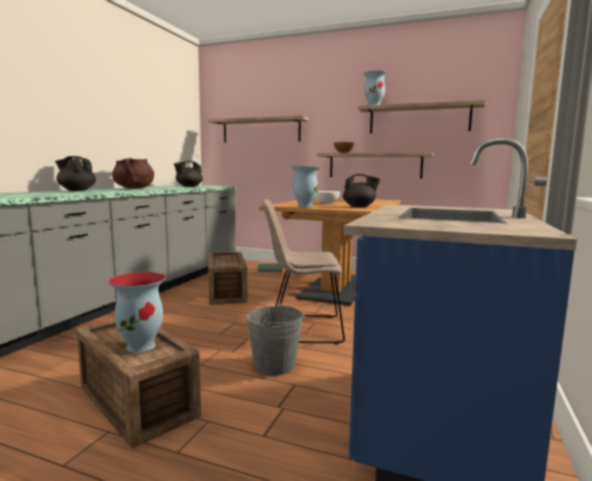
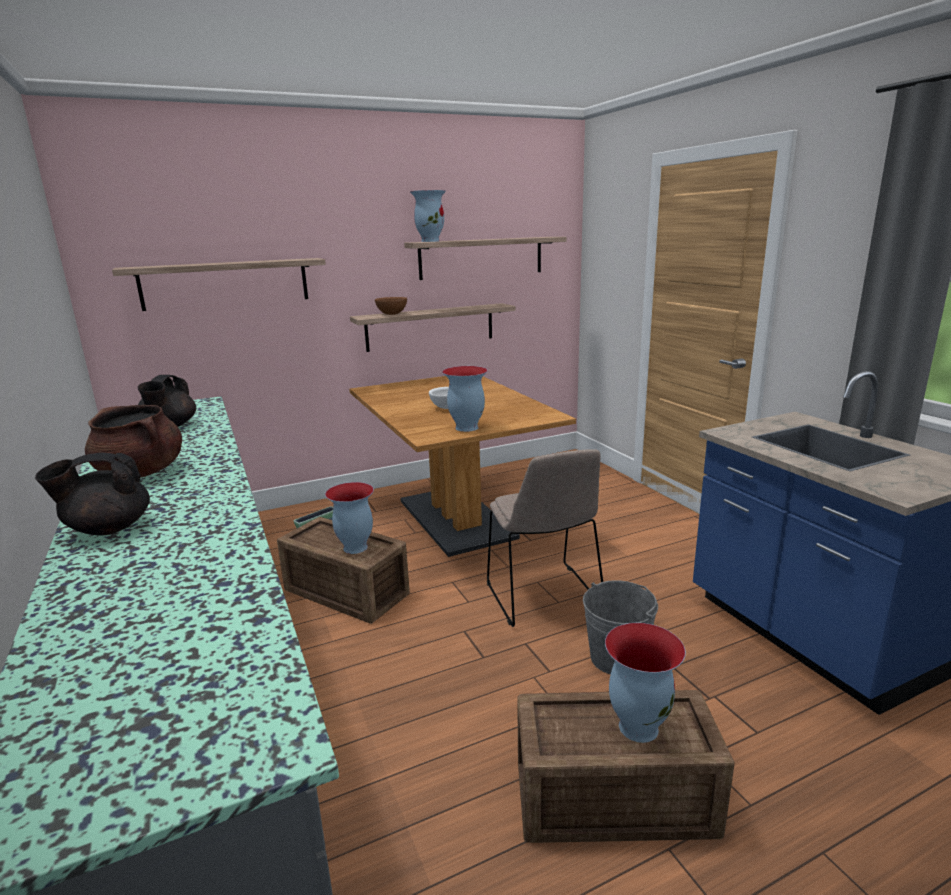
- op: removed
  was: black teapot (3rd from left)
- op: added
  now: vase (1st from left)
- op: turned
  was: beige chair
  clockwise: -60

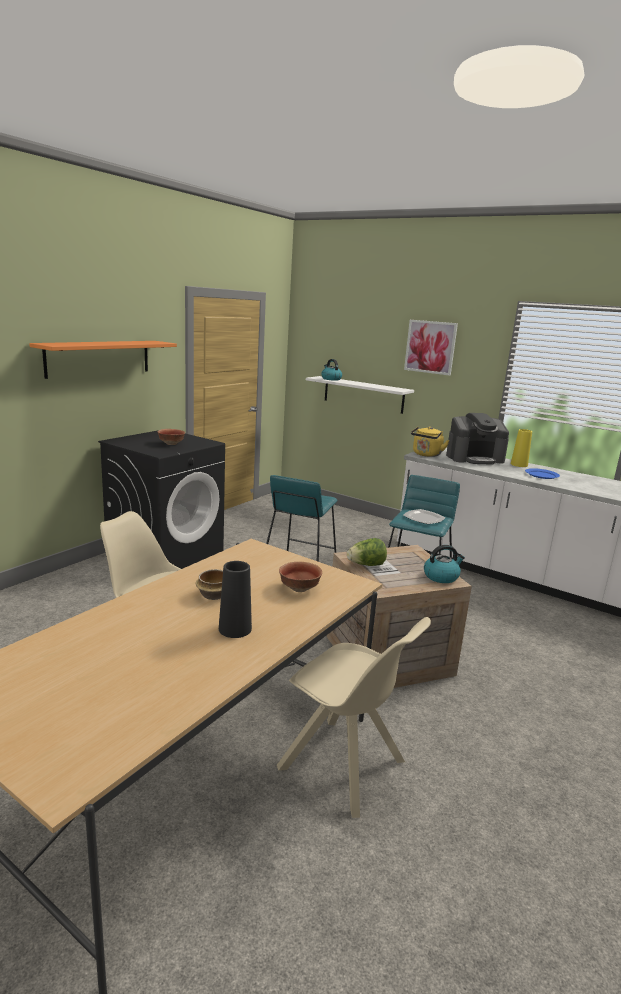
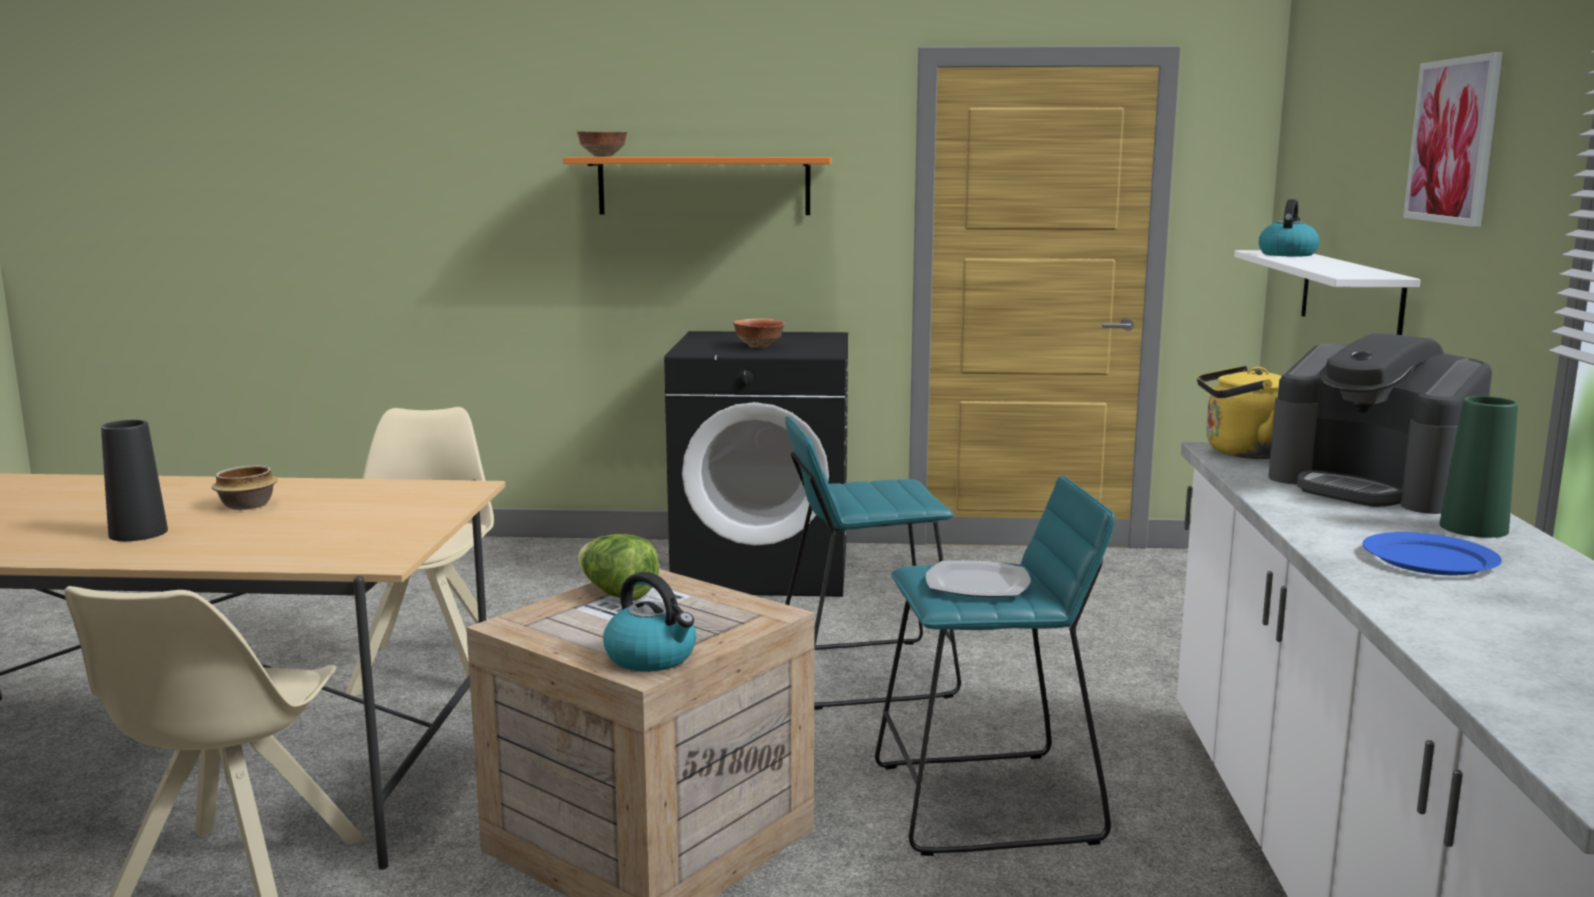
- op: moved
  was: bowl (3rd from left in the first image)
  now: bowl (2nd from left)
- op: recoloured
  was: yellow vase
  now: green vase

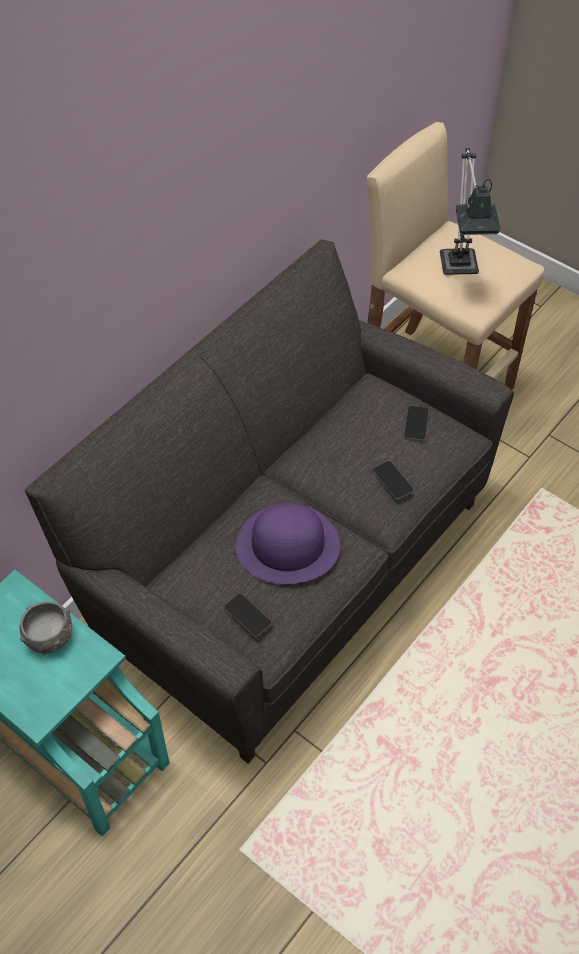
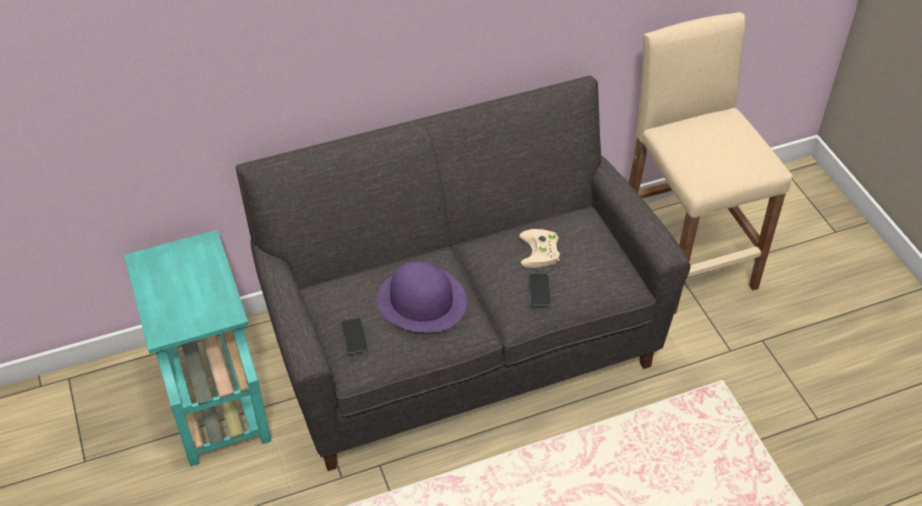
- op: removed
  was: grey bowl
- op: removed
  was: phone (3rd from left)
- op: removed
  was: table lamp
- op: added
  now: beige game controller

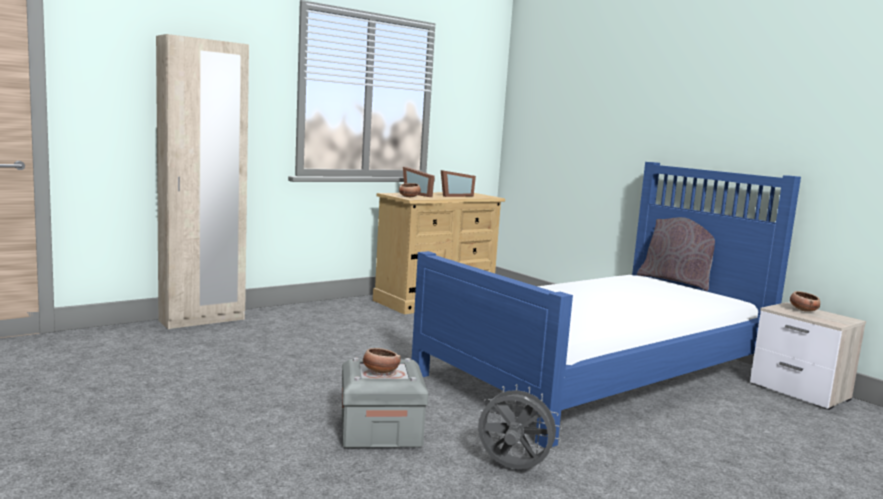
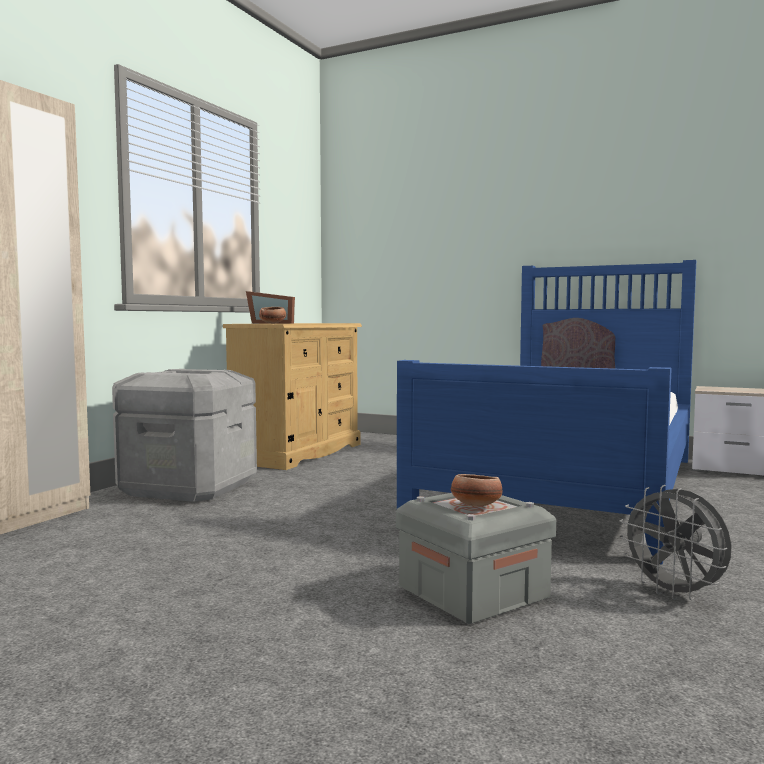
- op: removed
  was: picture frame (2nd from left)
- op: removed
  was: bowl (3rd from left)
- op: added
  now: grey storage box (1st from left)
- op: turned
  was: grey fan
  clockwise: -120

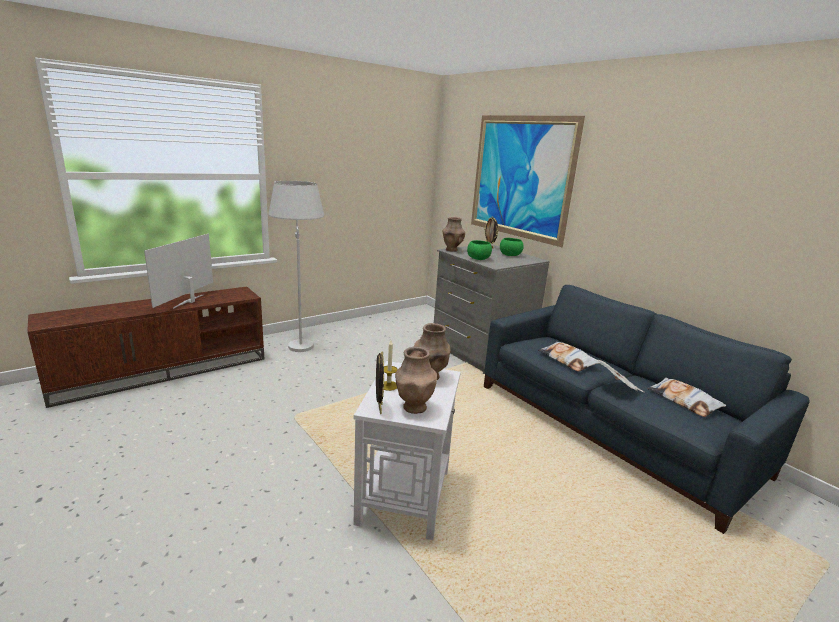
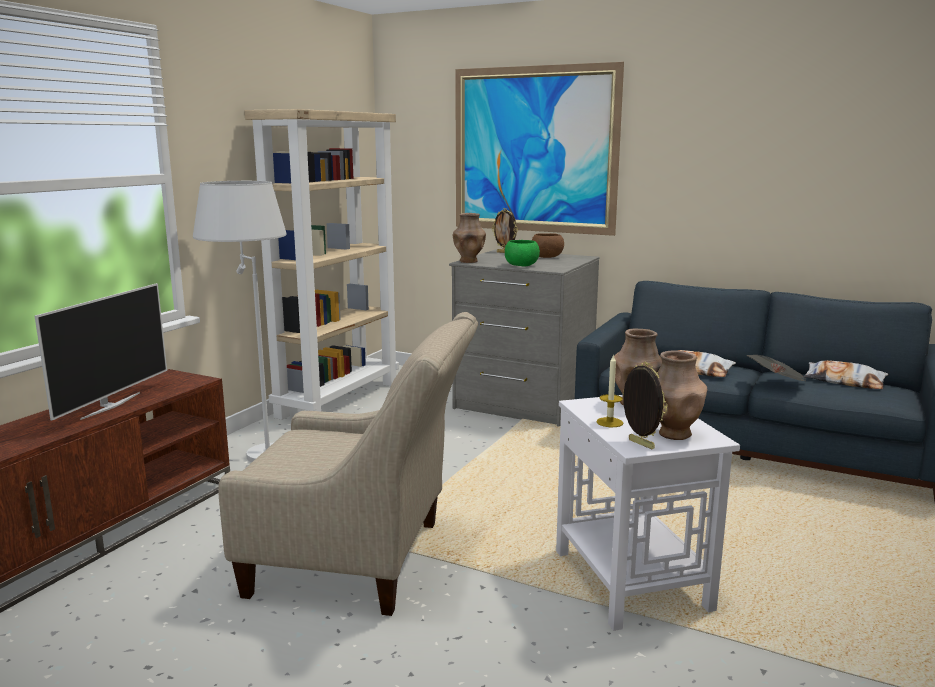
- op: added
  now: beige armchair
- op: added
  now: beige bookcase
- op: recoloured
  was: green bowl (2nd from left)
  now: brown bowl
- op: turned
  was: television
  clockwise: -150

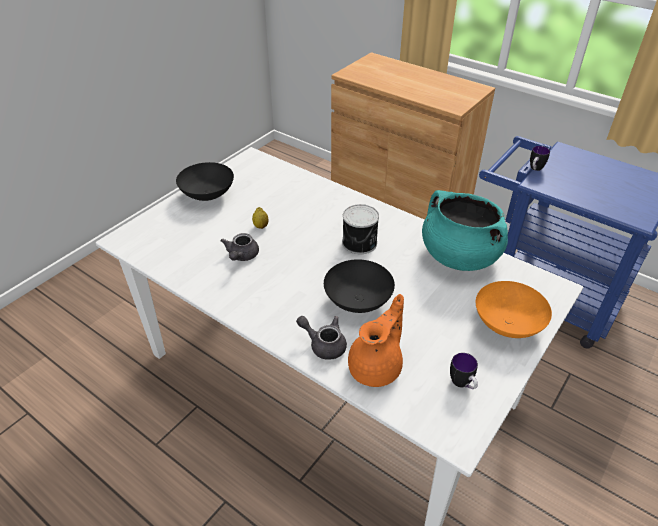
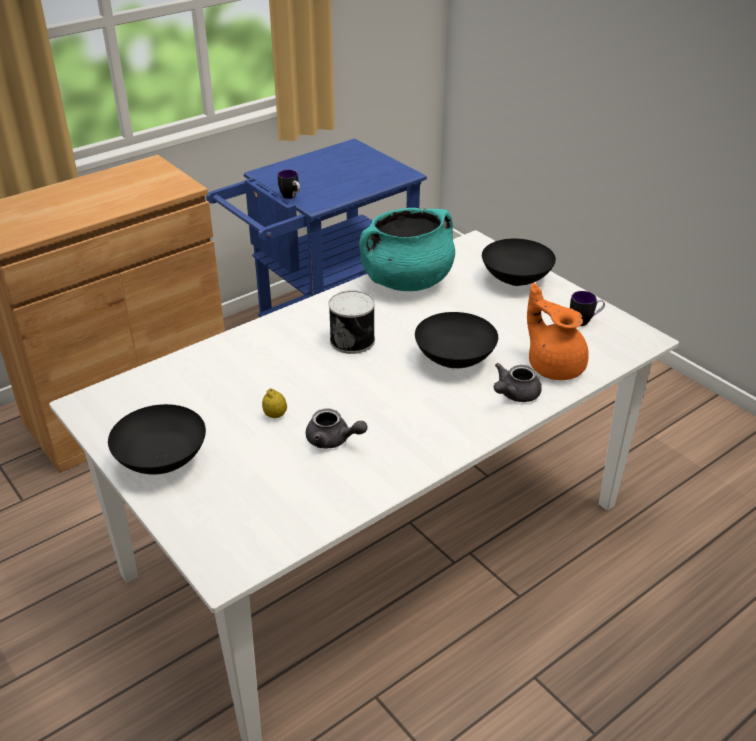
- op: recoloured
  was: orange bowl
  now: black bowl (3rd from left)

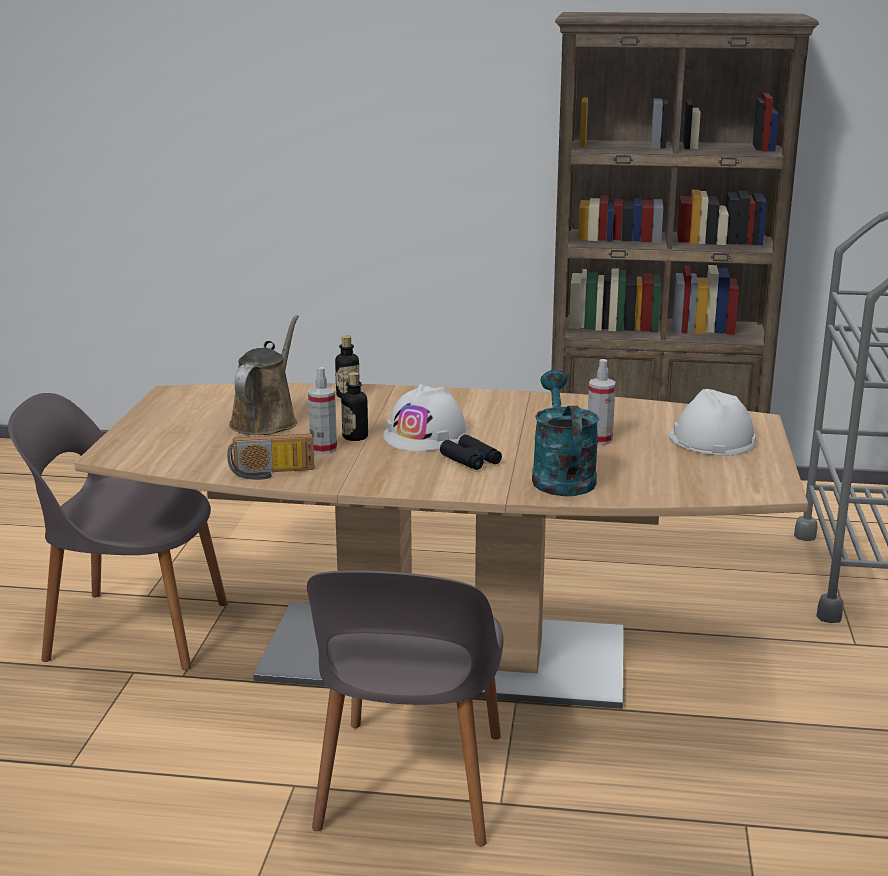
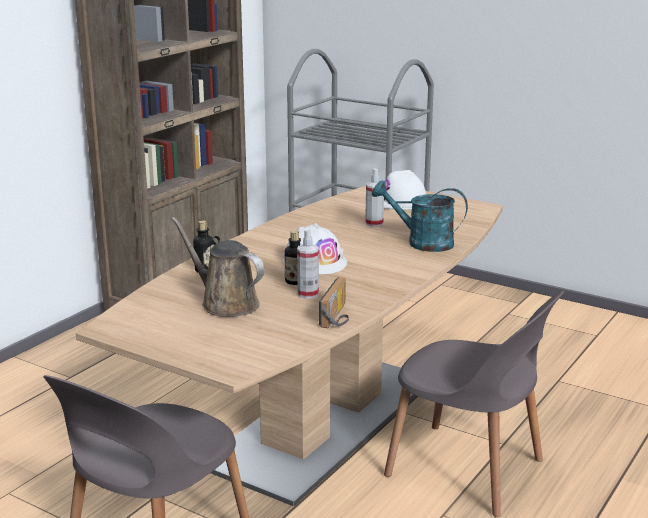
- op: removed
  was: black binoculars

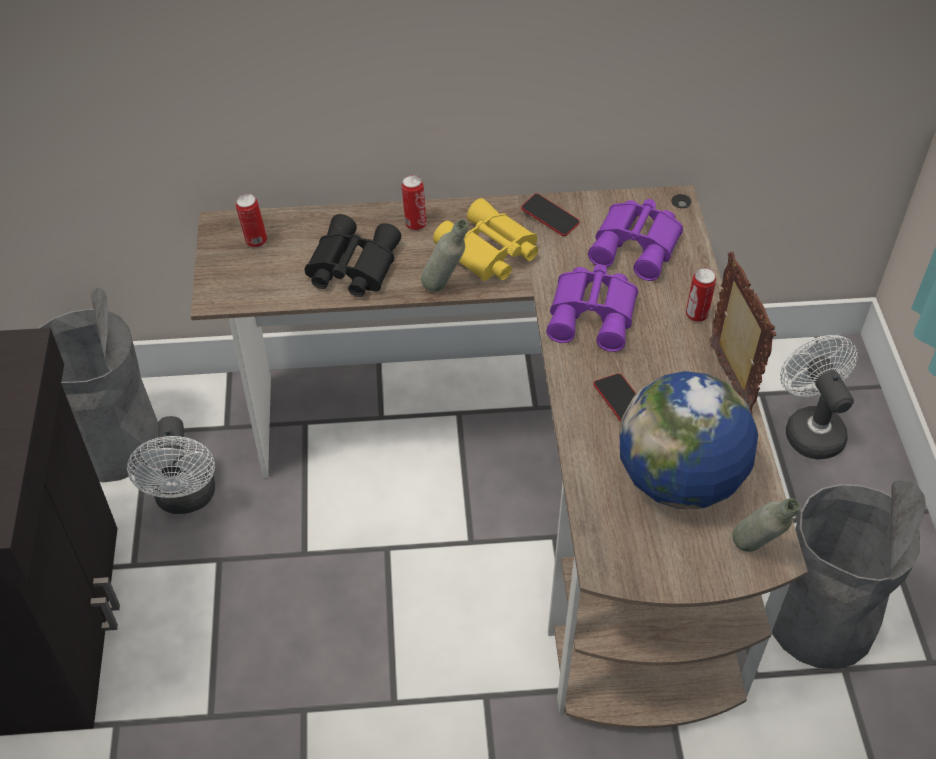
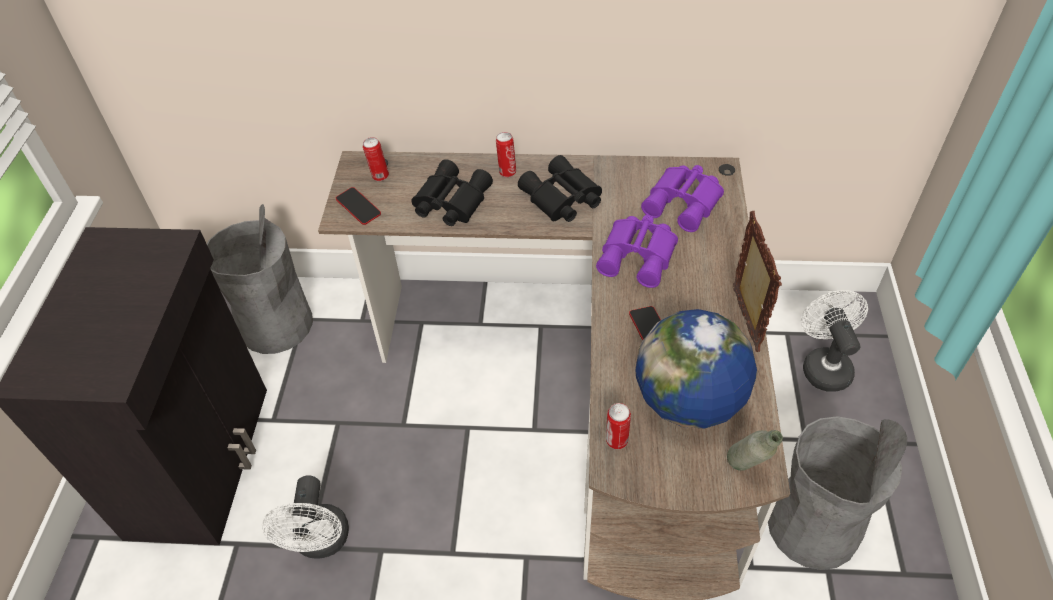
- op: removed
  was: grey bottle (1st from left)
- op: moved
  was: white fan (1st from left)
- op: moved
  was: phone (1st from left)
- op: moved
  was: can (3rd from left)
- op: recoloured
  was: yellow binoculars
  now: black binoculars (2nd from left)

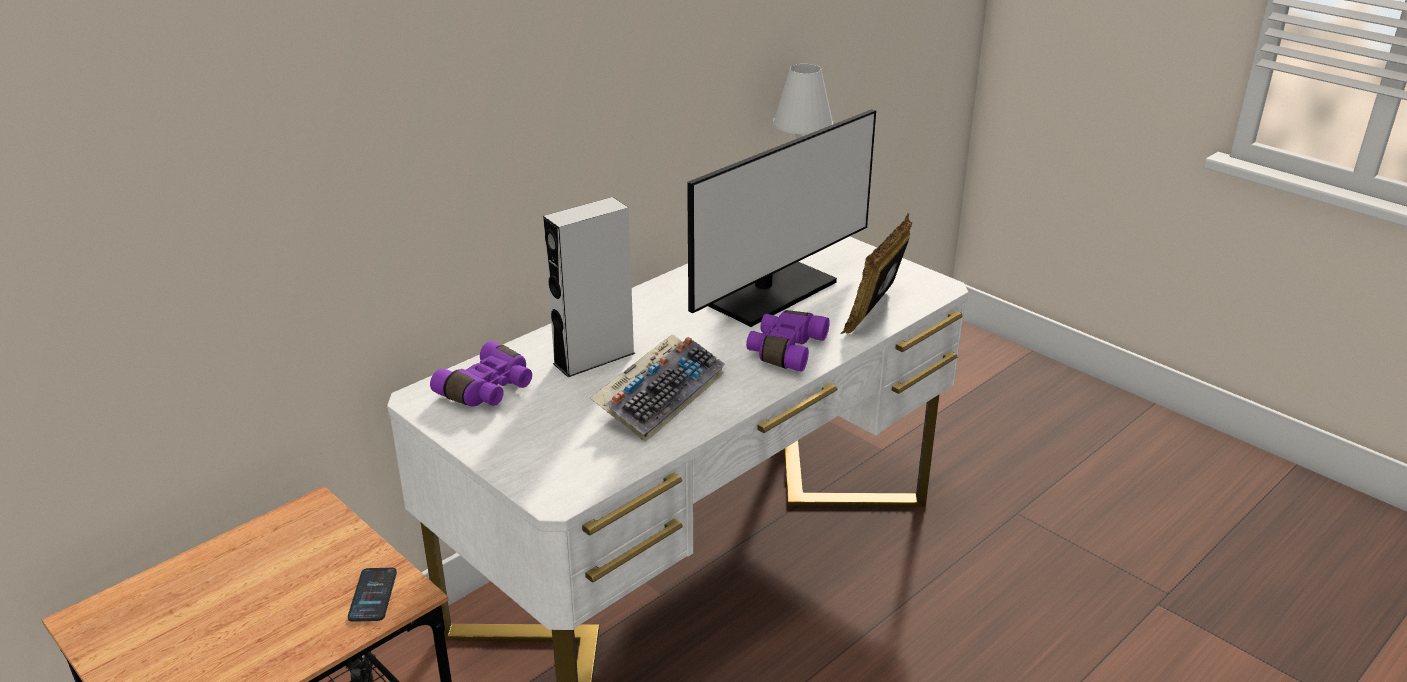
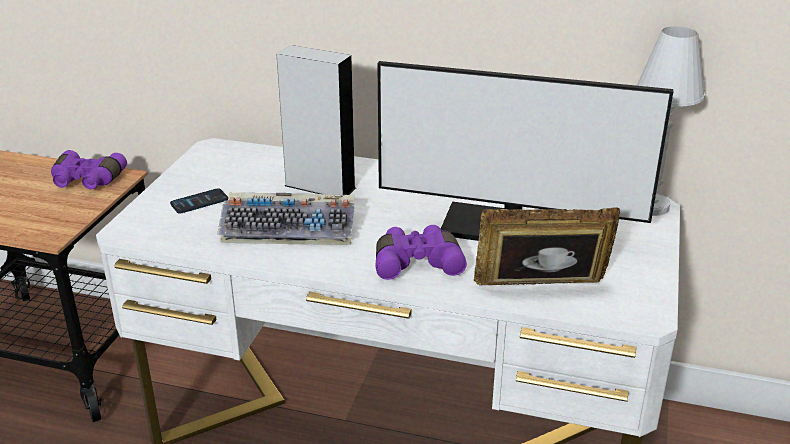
- op: moved
  was: phone
- op: moved
  was: purple binoculars (1st from left)

